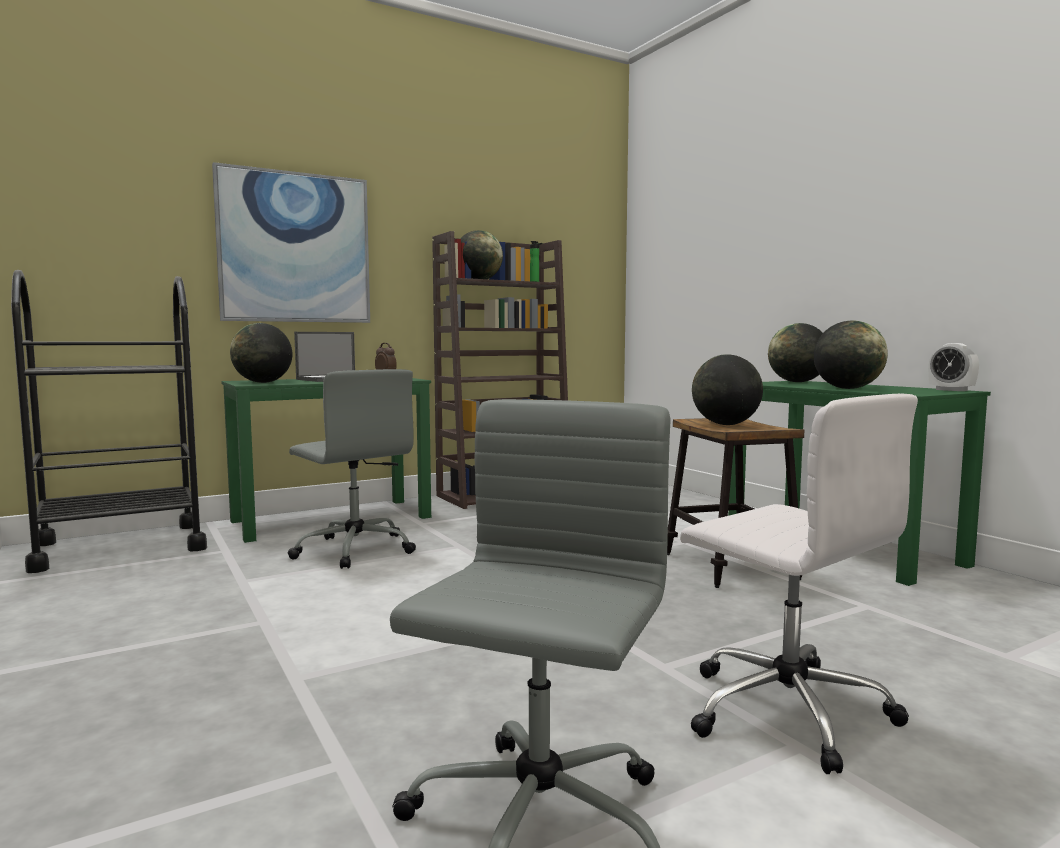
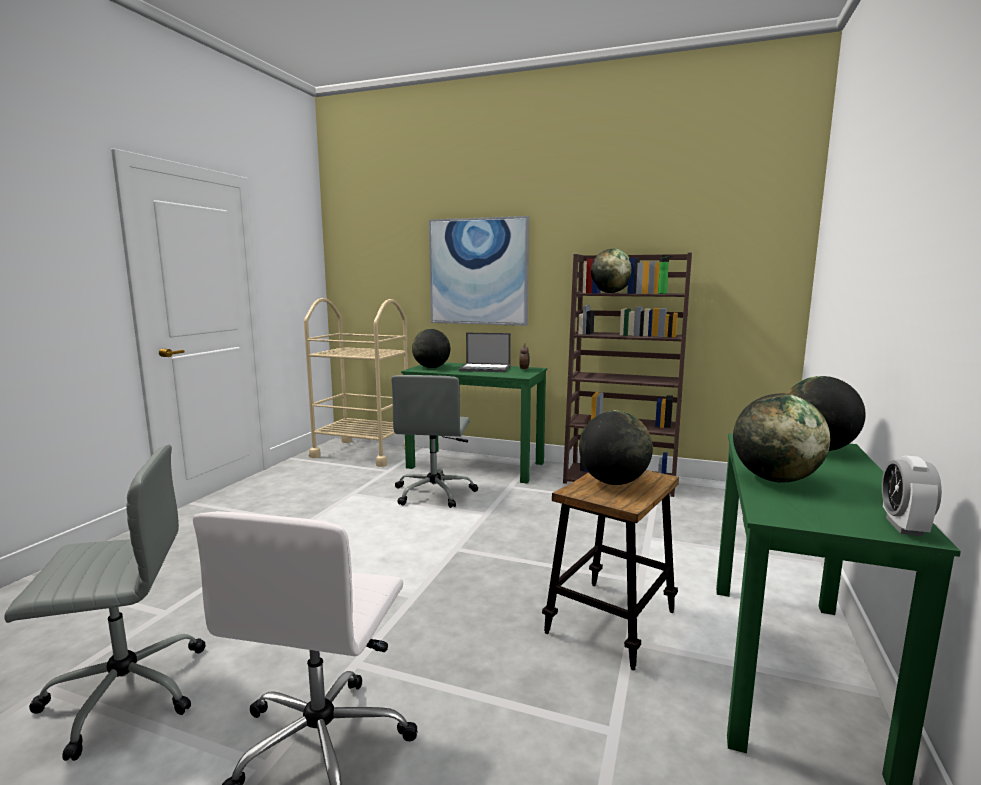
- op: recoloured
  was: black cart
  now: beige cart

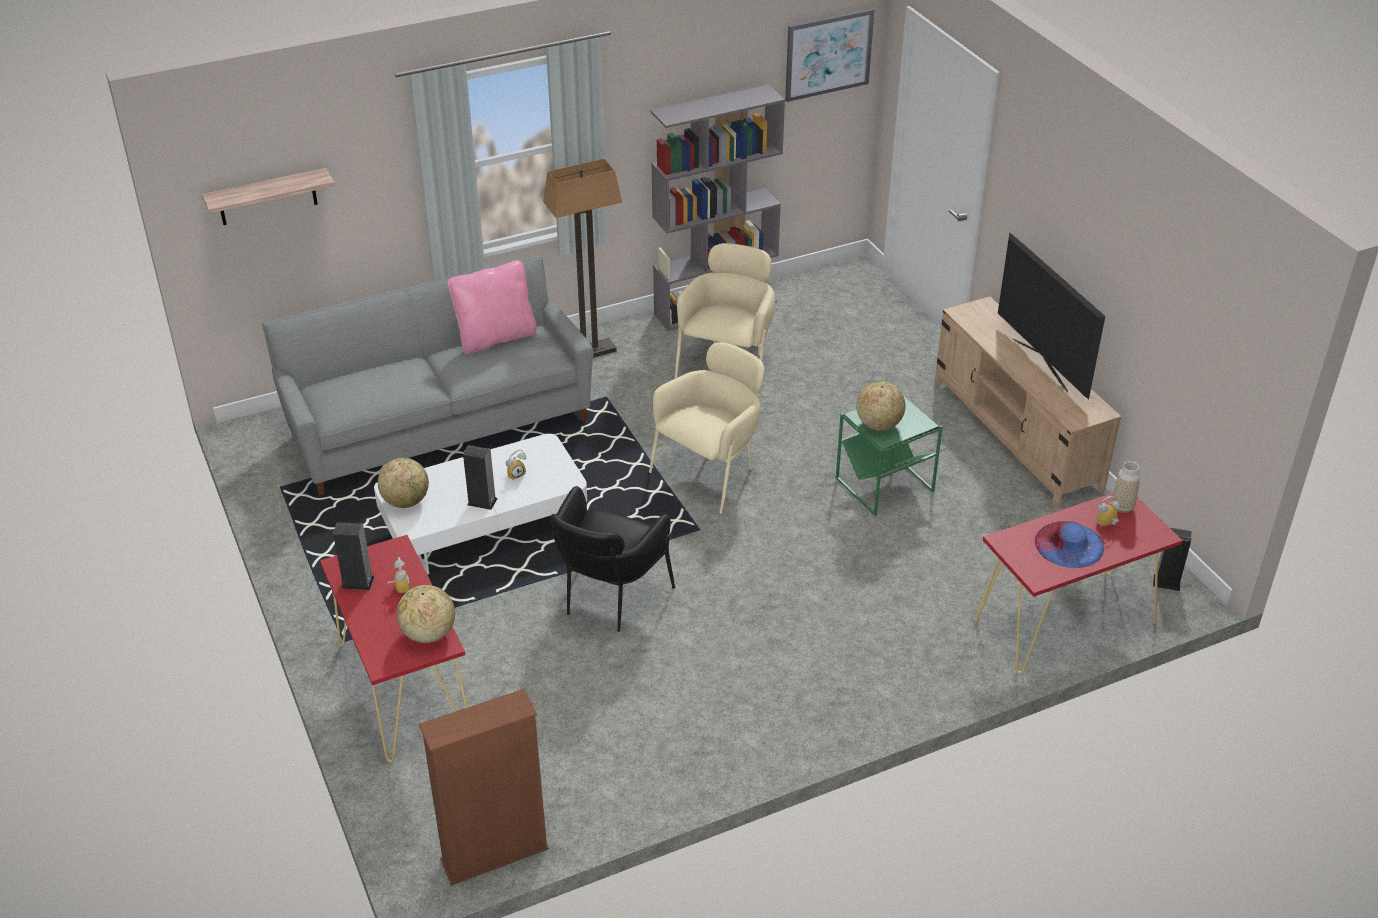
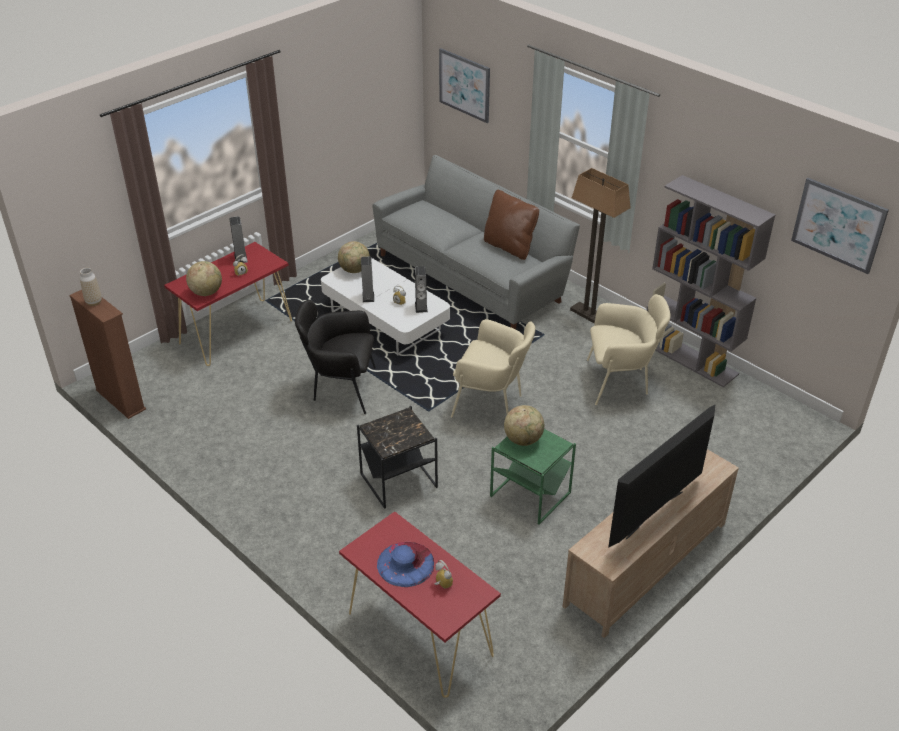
- op: added
  now: black side table
- op: moved
  was: vase
- op: moved
  was: speaker (3rd from left)
- op: replaced
  was: shelf
  now: picture (1st from left)
- op: recoloured
  was: pink pillow
  now: brown pillow

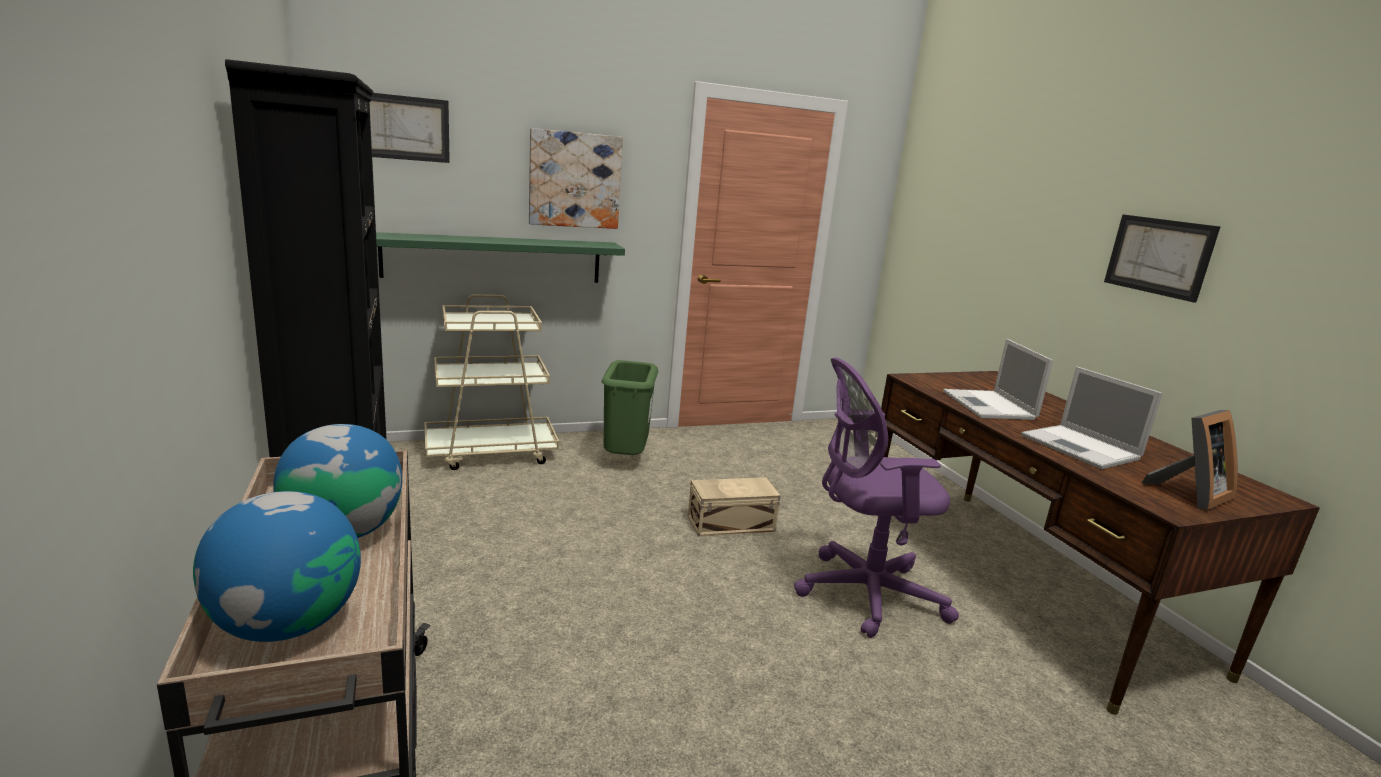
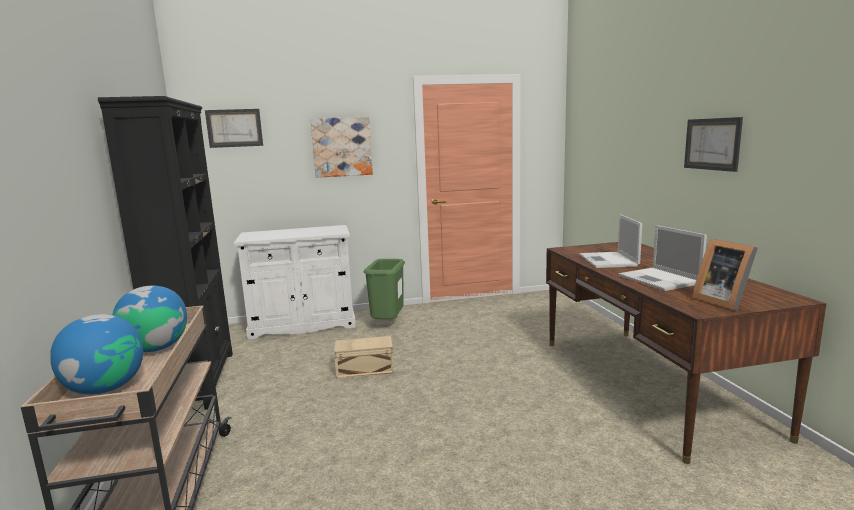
- op: removed
  was: green shelf
- op: removed
  was: purple office chair
- op: moved
  was: beige storage box
- op: replaced
  was: beige cart (2nd from left)
  now: white cabinet
- op: turned
  was: picture frame
  clockwise: 90

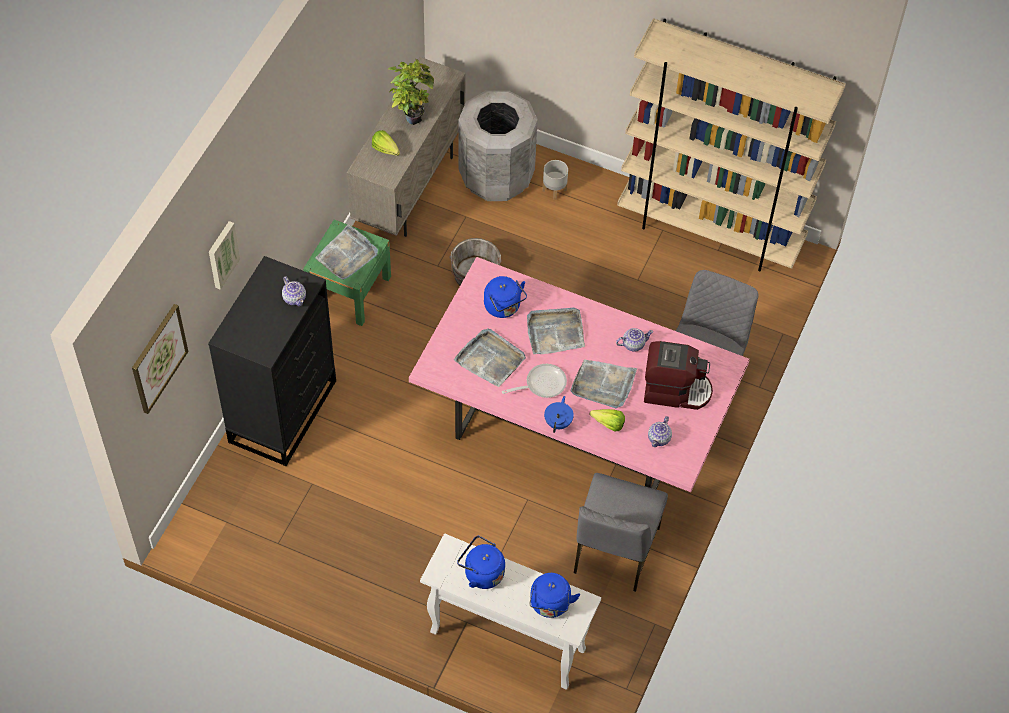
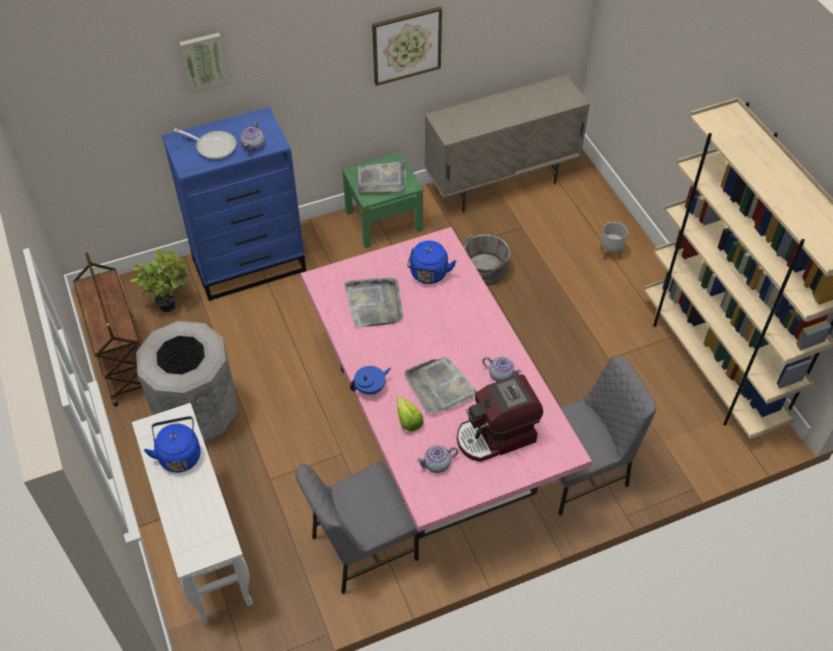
- op: removed
  was: lettuce (1st from left)
- op: removed
  was: grey tray (3rd from left)
- op: removed
  was: blue kettle (3rd from left)
- op: added
  now: brown cart
- op: moved
  was: picture (1st from left in the first image)
  now: picture (2nd from left)
- op: moved
  was: potted plant
- op: moved
  was: grey trash can
- op: moved
  was: frying pan
- op: recoloured
  was: black dresser
  now: blue dresser
- op: turned
  was: coffee machine
  clockwise: 105

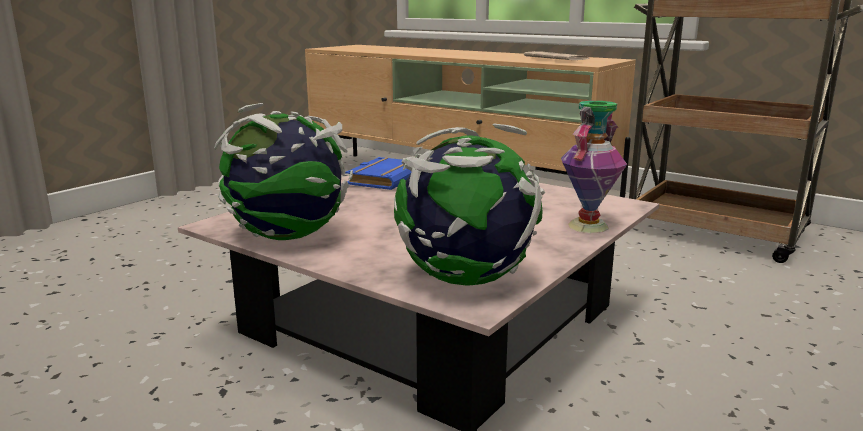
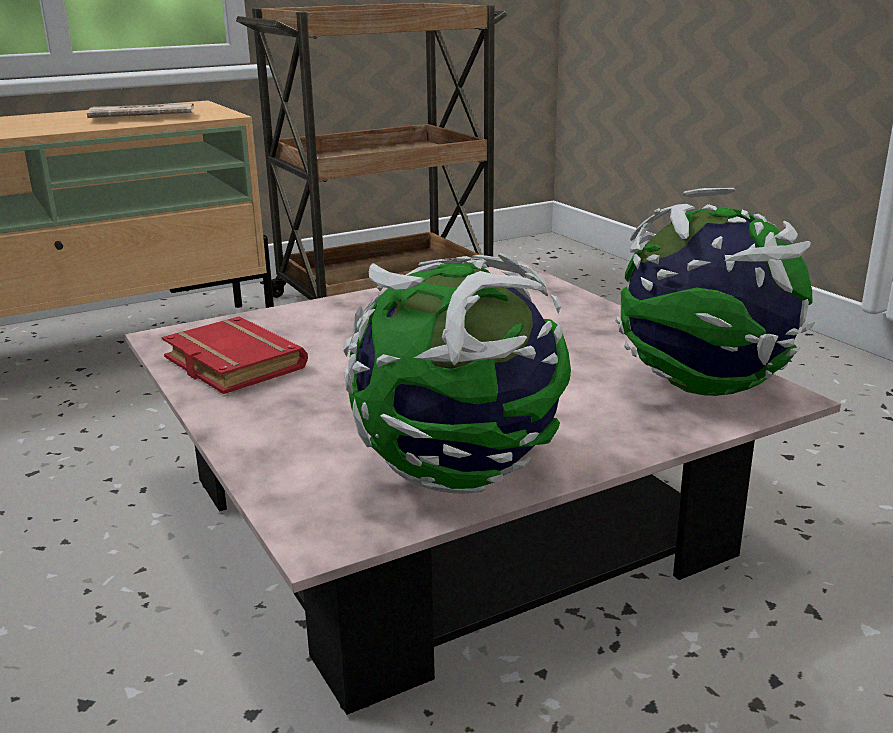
- op: removed
  was: vase
- op: recoloured
  was: blue book
  now: red book

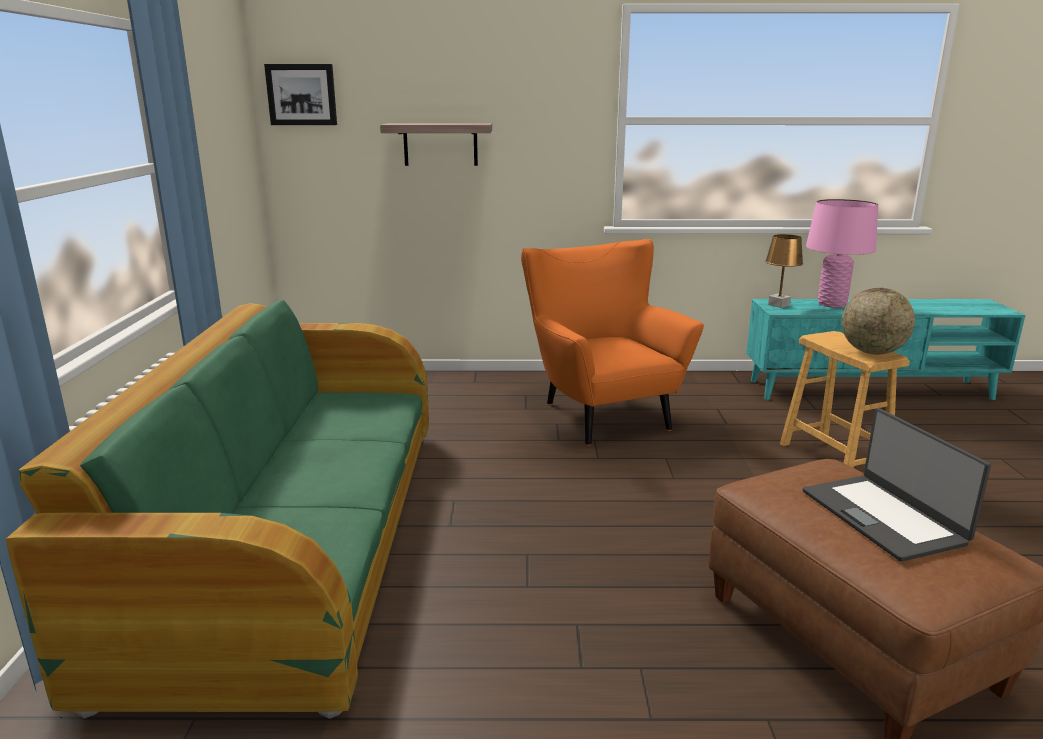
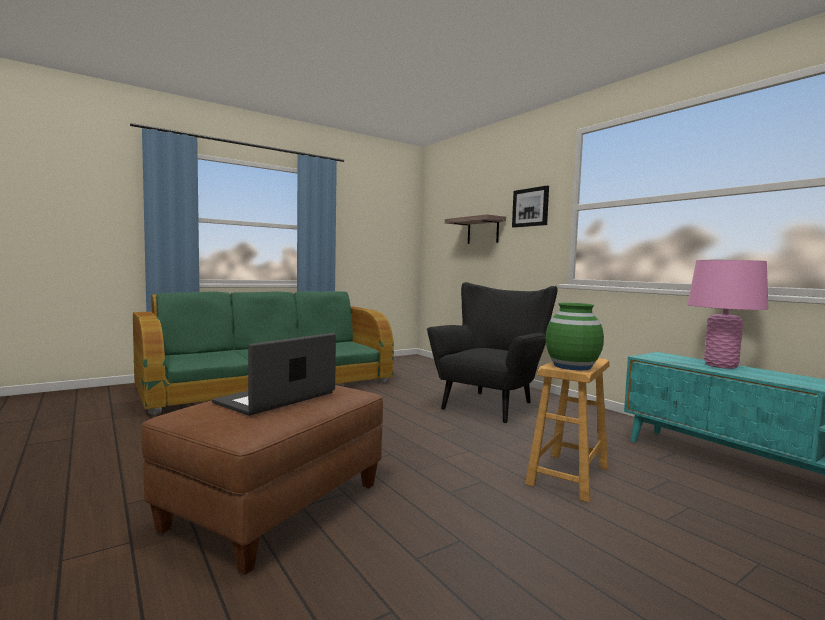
- op: removed
  was: brown table lamp
- op: moved
  was: picture
- op: replaced
  was: globe
  now: green vase
- op: recoloured
  was: orange armchair
  now: black armchair

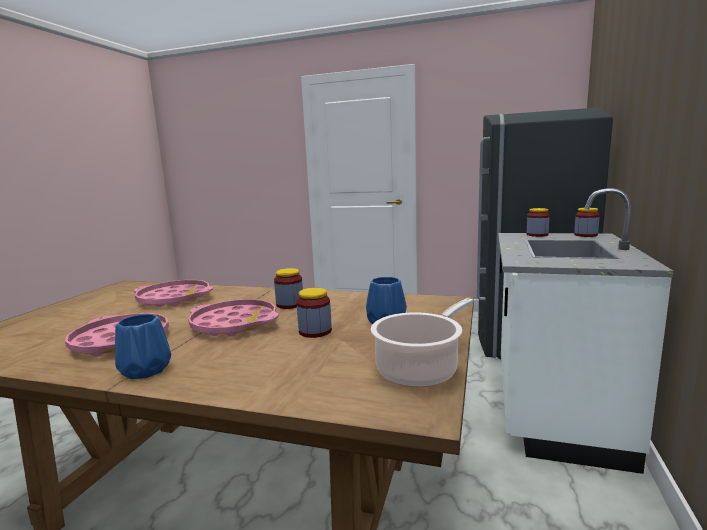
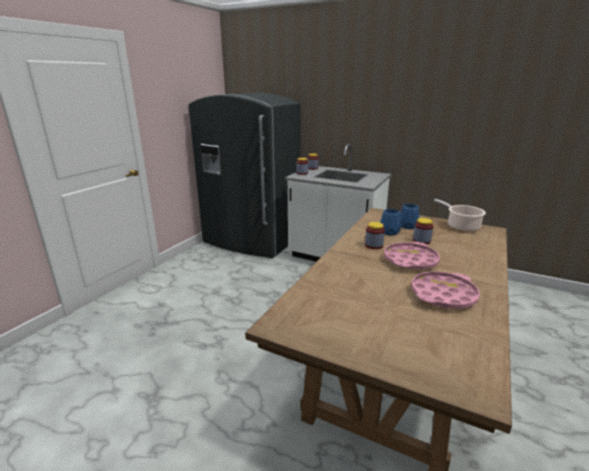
- op: removed
  was: pink tray (2nd from left)
- op: moved
  was: blue vase (1st from left)

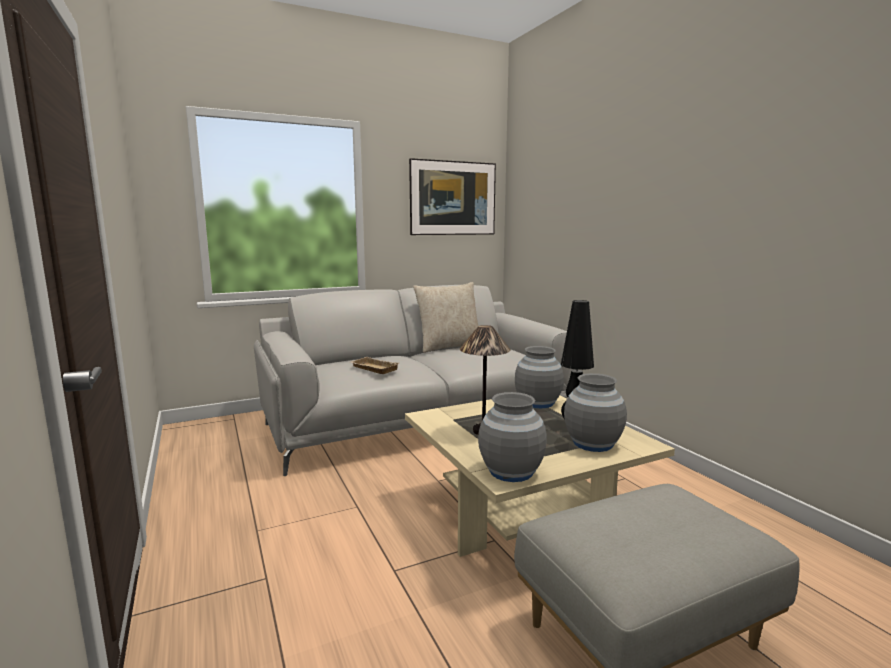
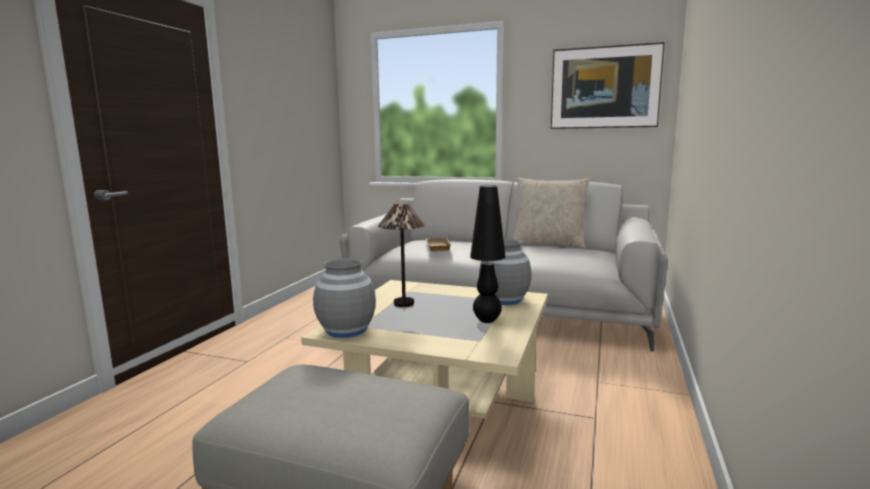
- op: removed
  was: grey vase (3rd from left)

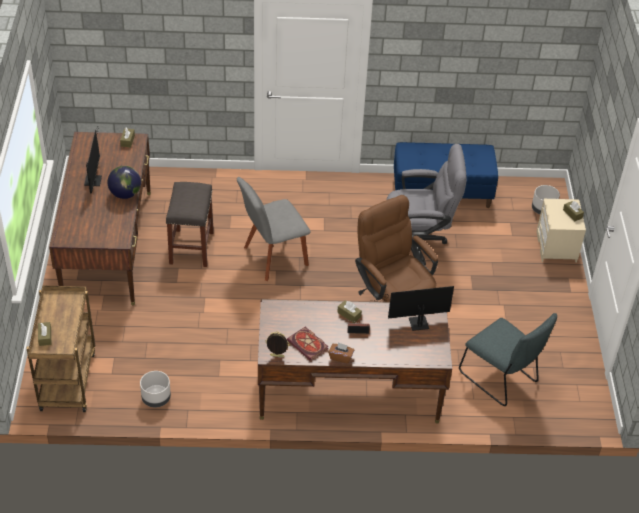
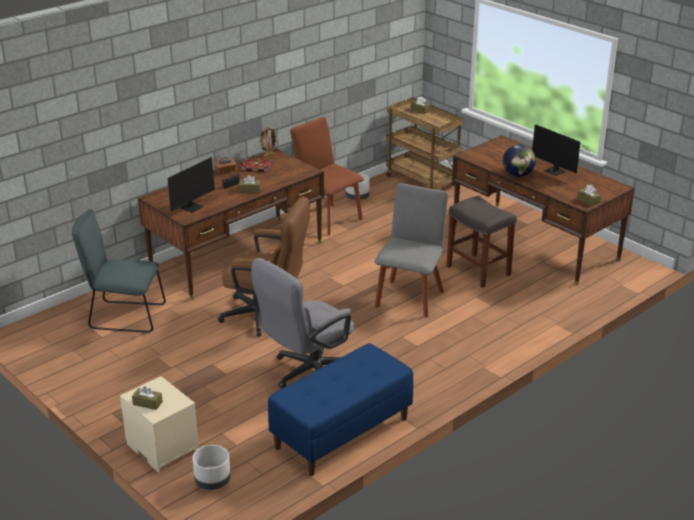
- op: added
  now: brown chair

